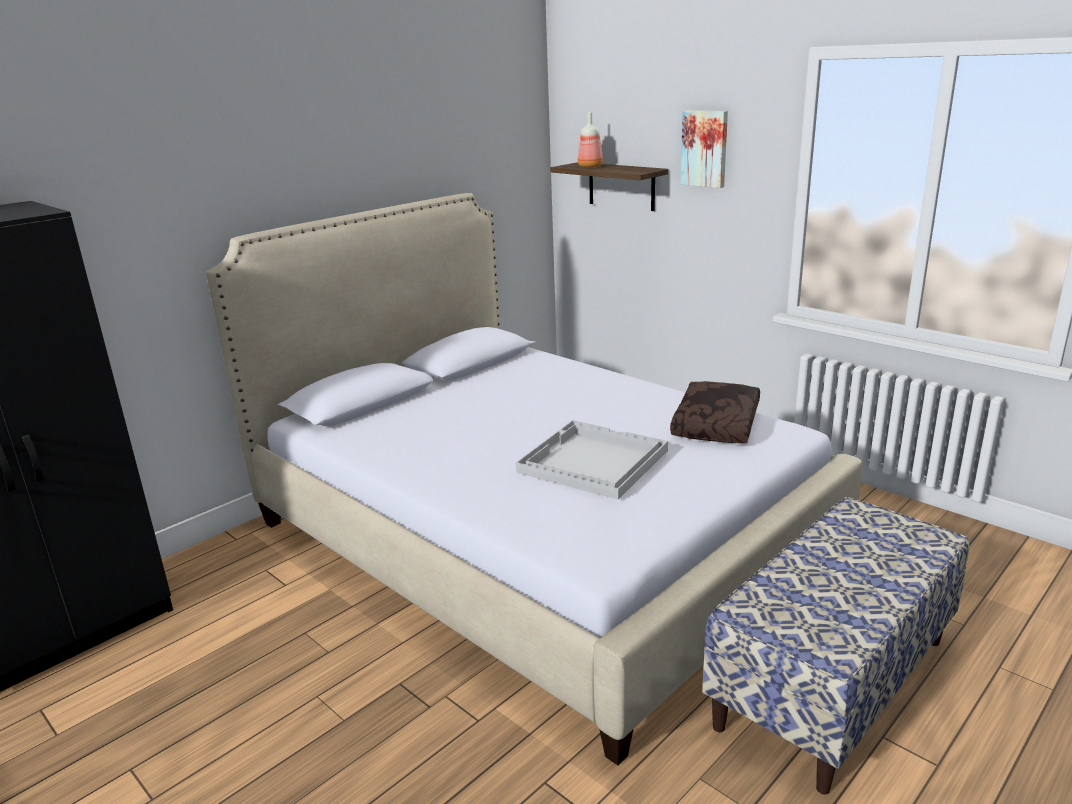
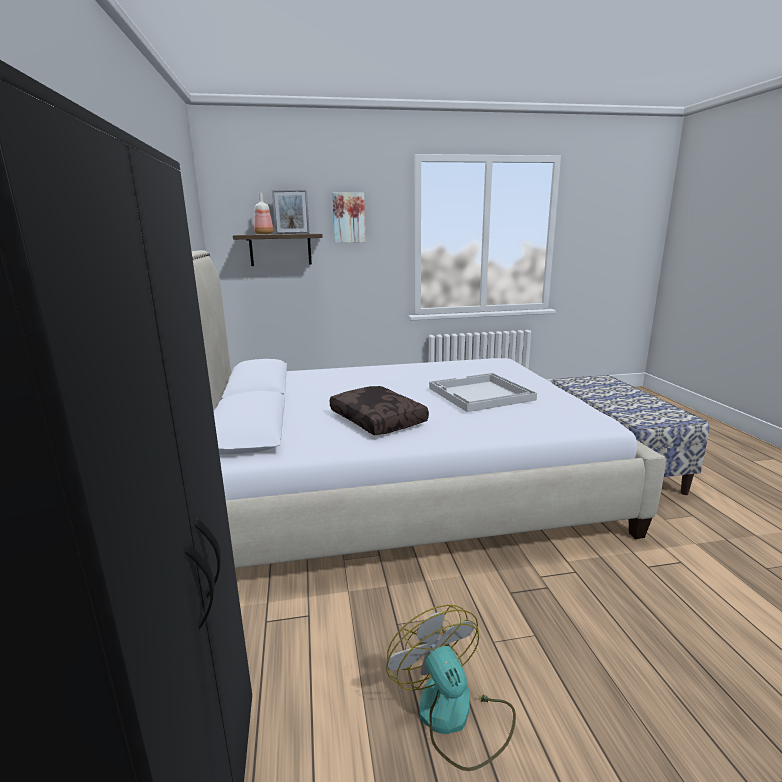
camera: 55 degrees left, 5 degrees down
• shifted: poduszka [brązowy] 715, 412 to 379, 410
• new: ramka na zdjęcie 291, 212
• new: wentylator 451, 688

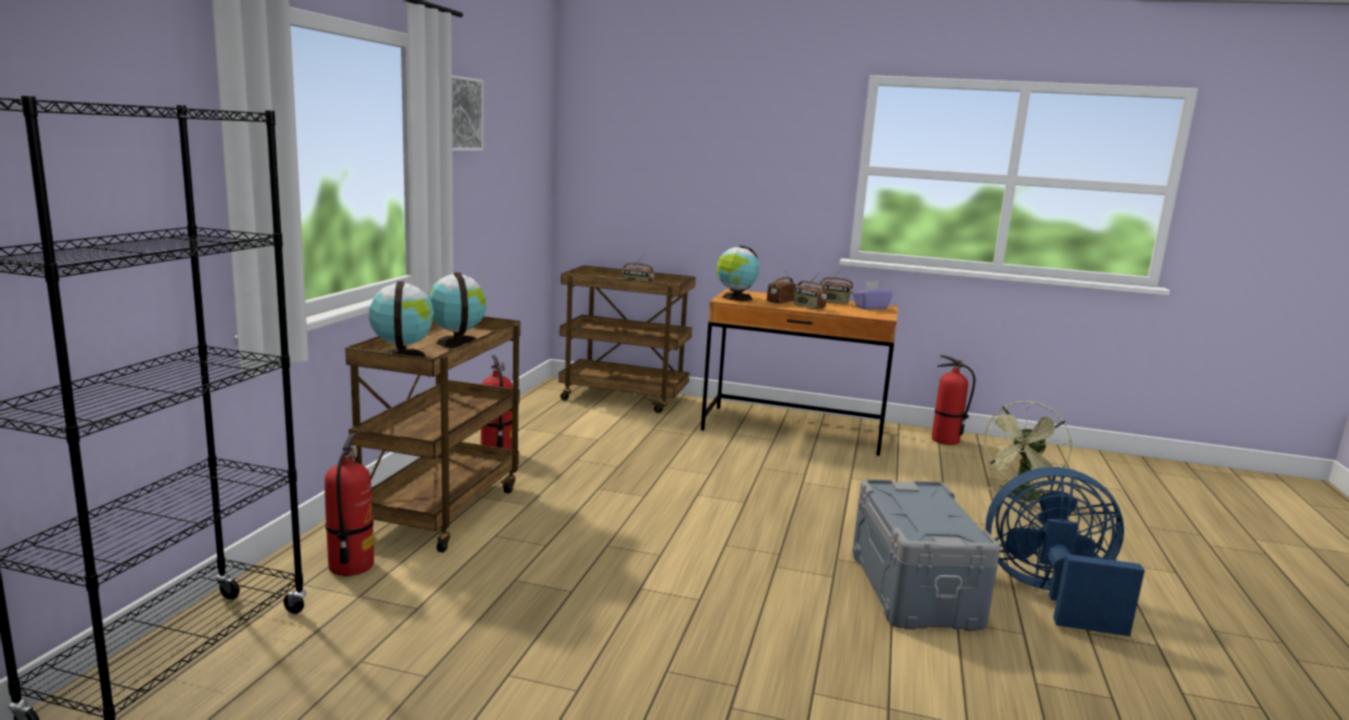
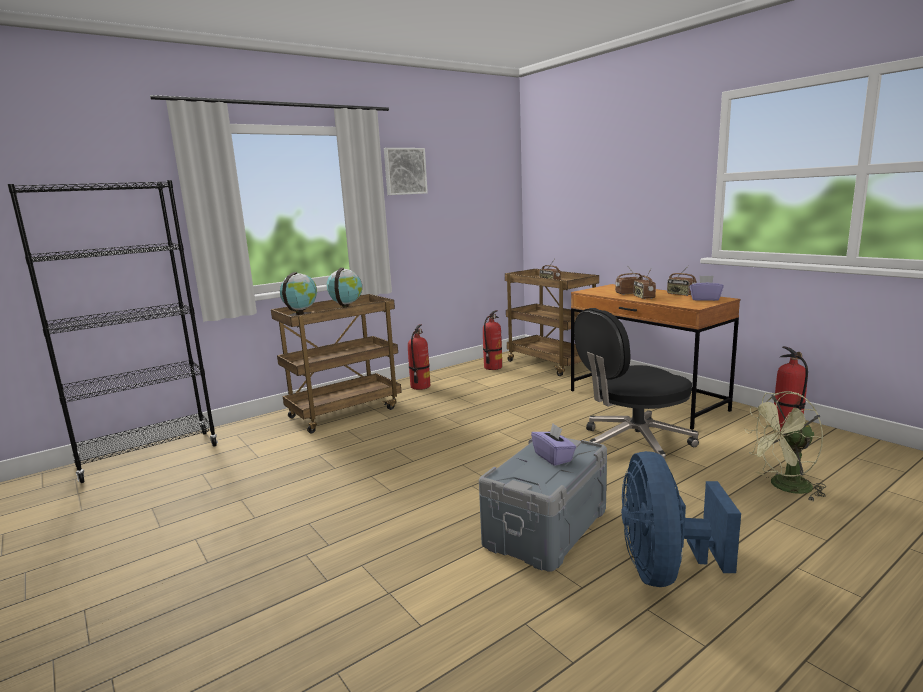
camera: 40 degrees right, 0 degrees up
• shifted: gaśnica 349, 504 to 492, 340
• gone: globus 738, 273
• rotated: wentylator [niebieski] 1065, 551 = 681, 519 135 degrees counterclockwise
• new: pudełko chusteczek [fioletowy] 553, 445
• new: krzesło biurowe [czarny] 636, 383

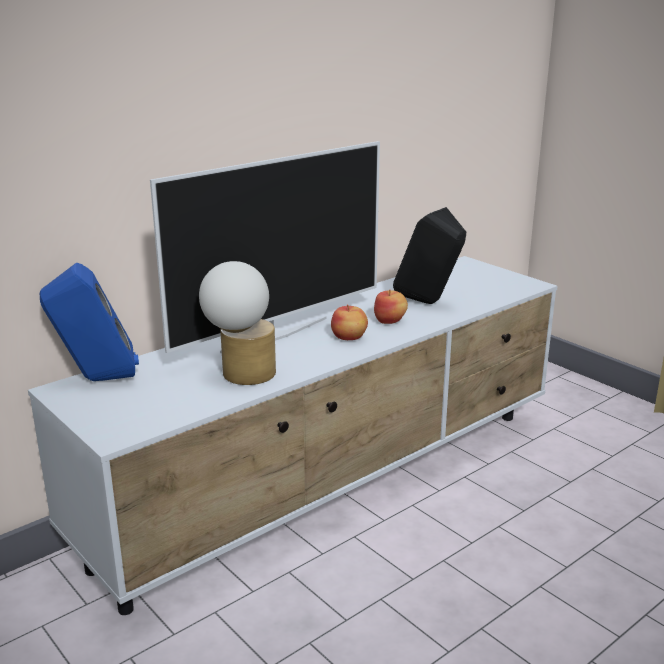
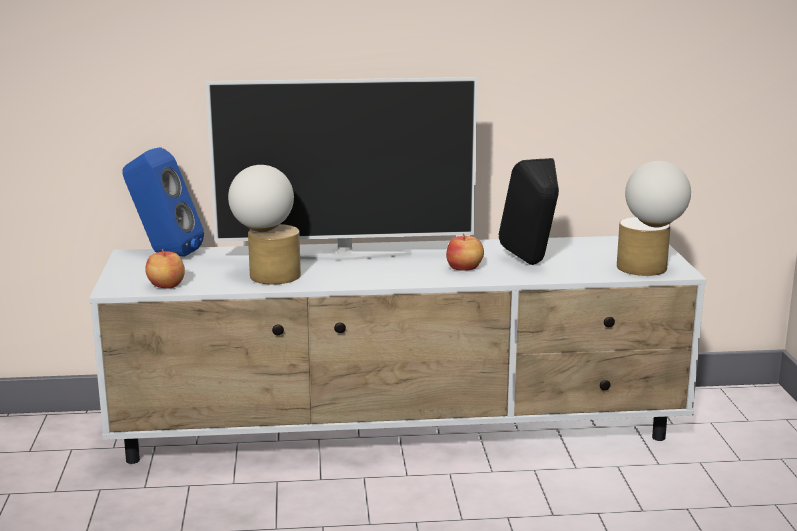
camera: 35 degrees right, 5 degrees down
• shifted: jabłko 349, 322 to 165, 269
• new: lampa stołowa 654, 218

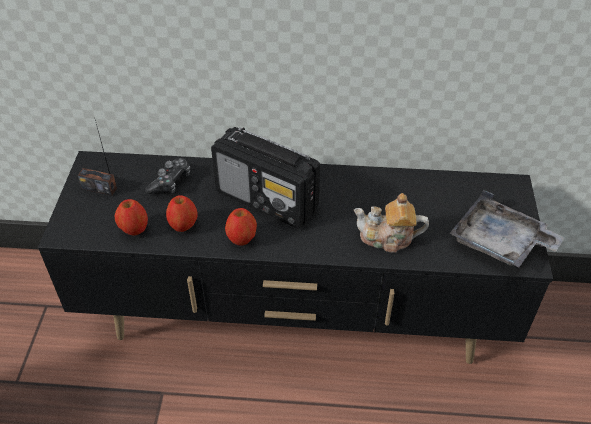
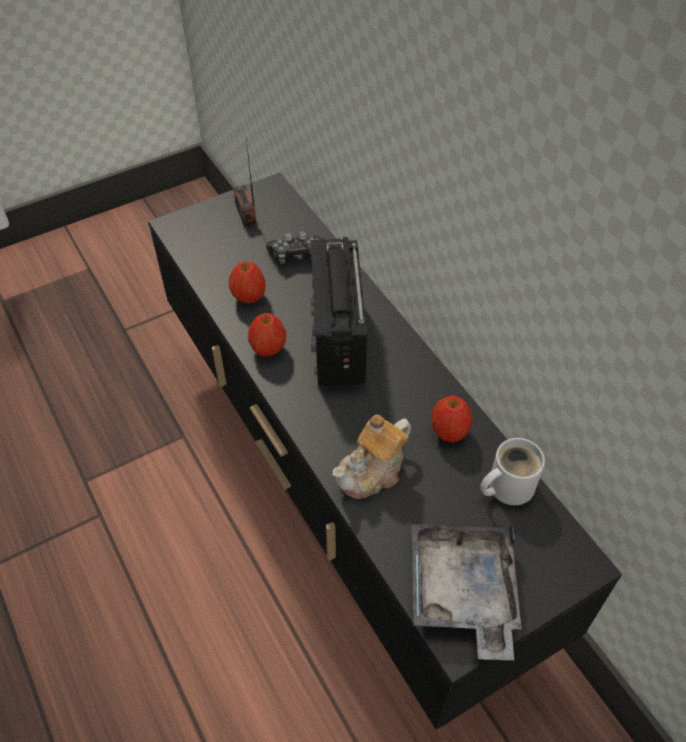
camera: 55 degrees right, 5 degrees up
• shifted: jabłko 131, 217 to 452, 419
• rotated: imbryk 391, 223 = 372, 456 105 degrees counterclockwise
• new: kubek [biały] 512, 471

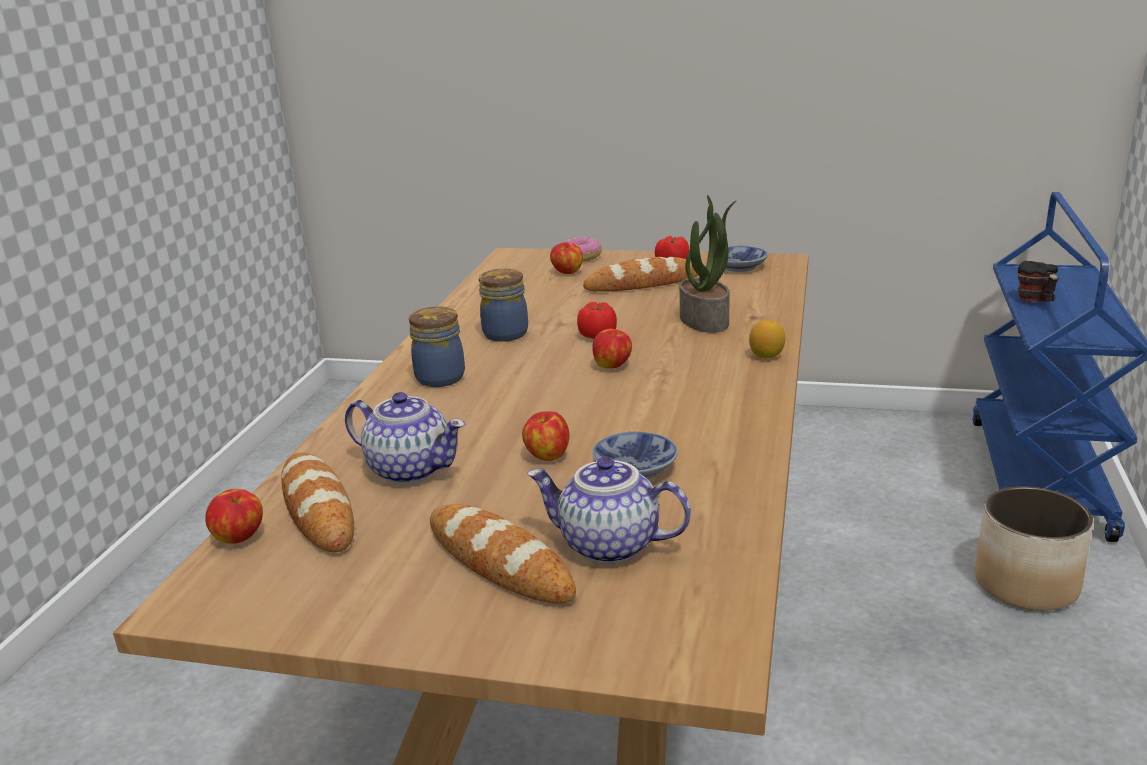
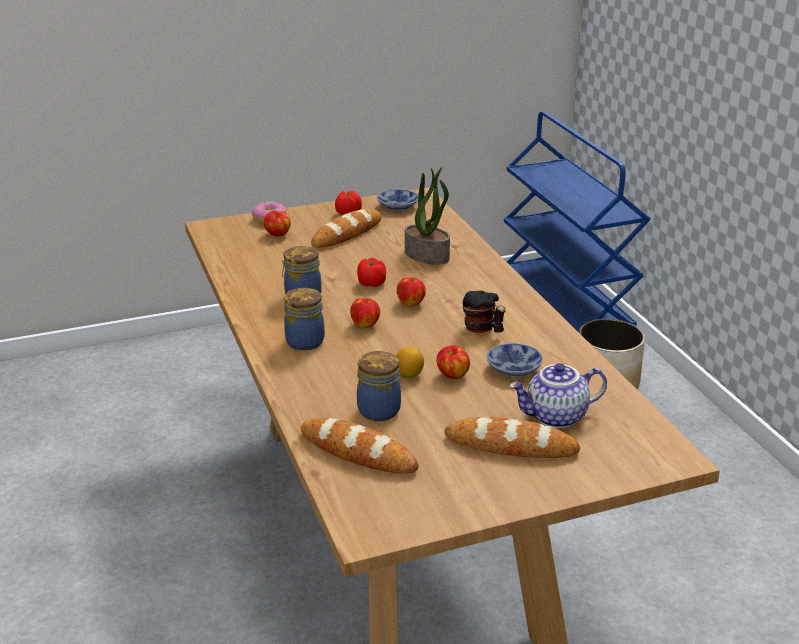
camera: 35 degrees left, 5 degrees up
• shifted: jabłko 234, 516 to 365, 313
• swapped: imbryk 405, 438 to słoik 379, 386
• shifted: cytryna 767, 339 to 410, 362
• shifted: kubek 1038, 281 to 484, 312

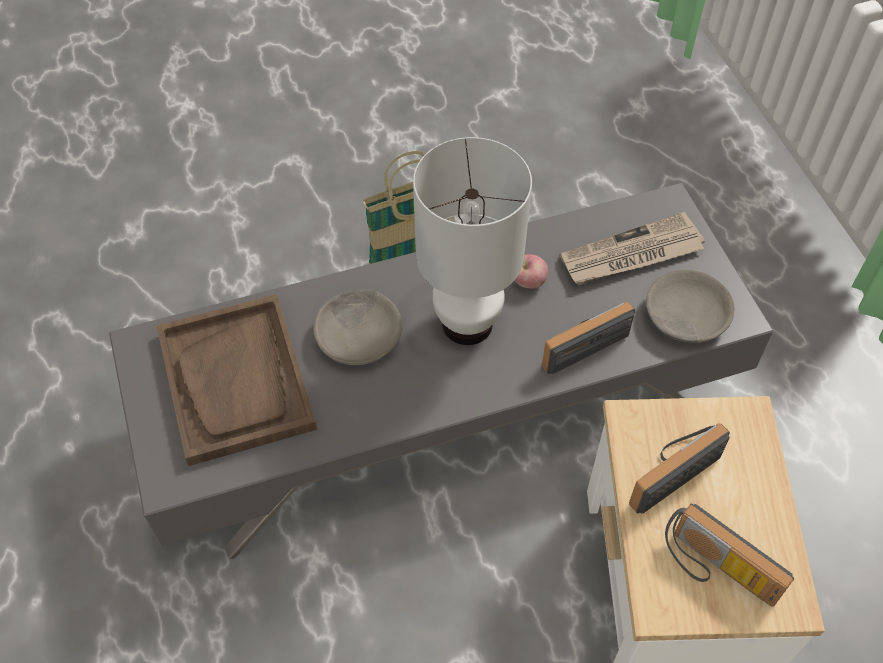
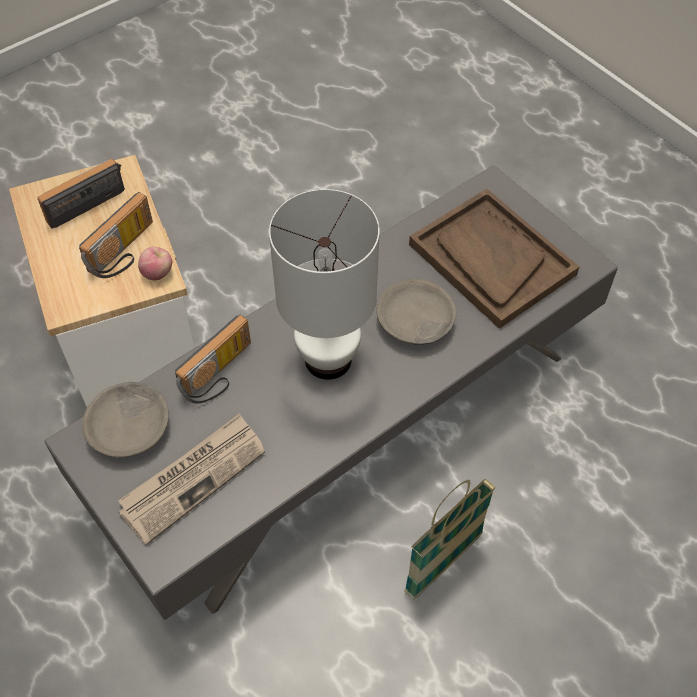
camera: 160 degrees right, 0 degrees up
• shifted: jabłko 531, 271 to 155, 263
• rotated: radio 729, 555 = 81, 194 60 degrees counterclockwise

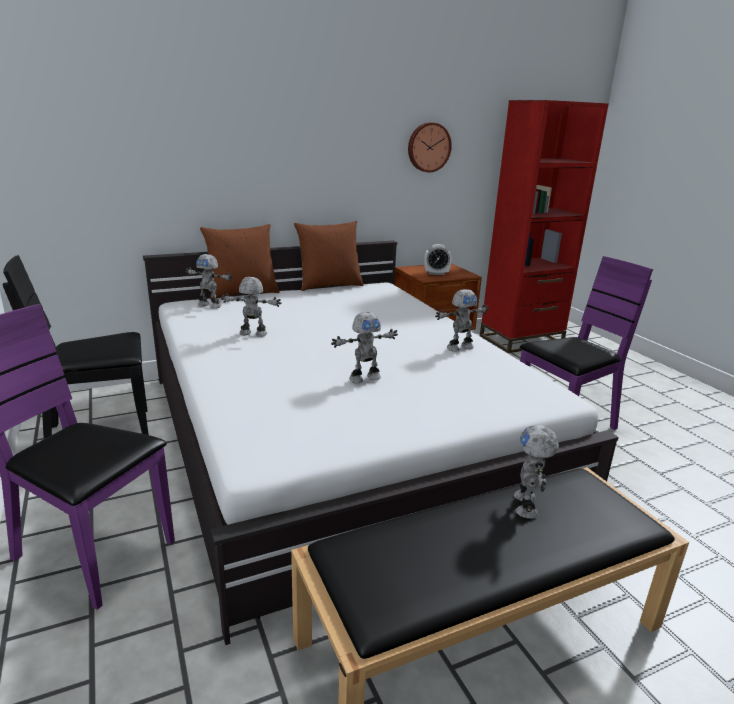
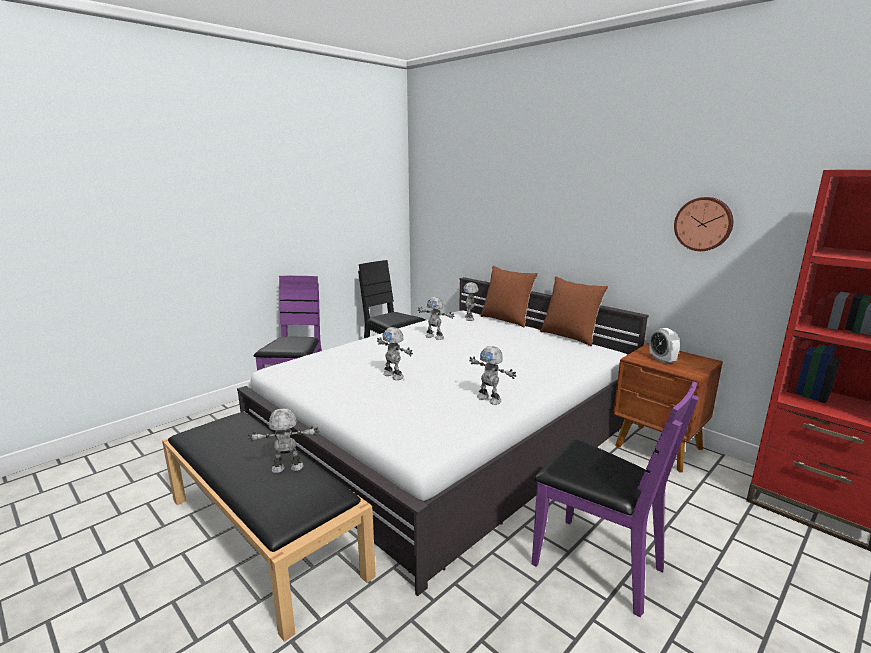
camera: 70 degrees right, 5 degrees down
• rotated: robot zabawkowy 251, 307 = 436, 318 135 degrees clockwise

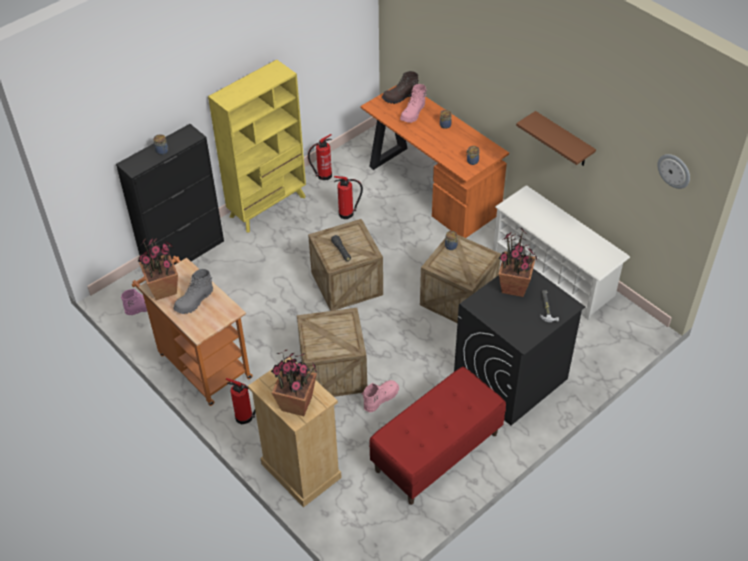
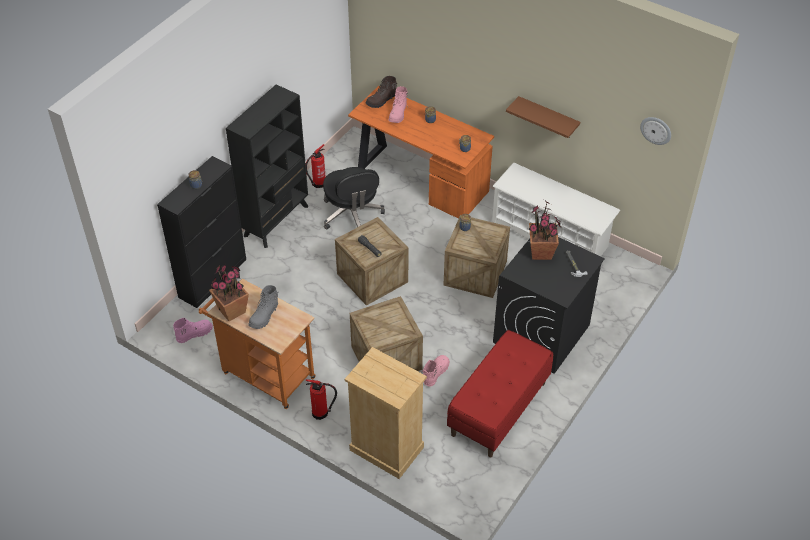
camera: 15 degrees left, 0 degrees up
• repainted: regał [żółty] 257, 145 to regał [czarny] 267, 166
• gone: roślina doniczkowa 294, 382
• swapped: gaśnica 348, 197 to krzesło biurowe [czarny] 354, 198

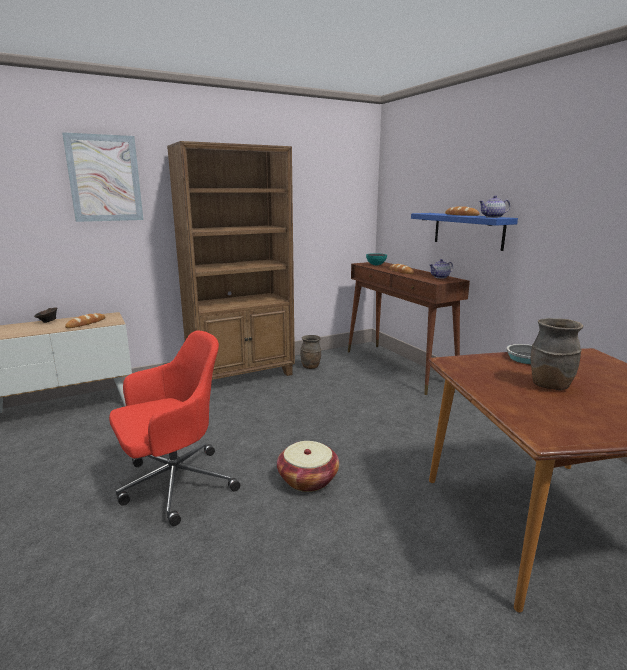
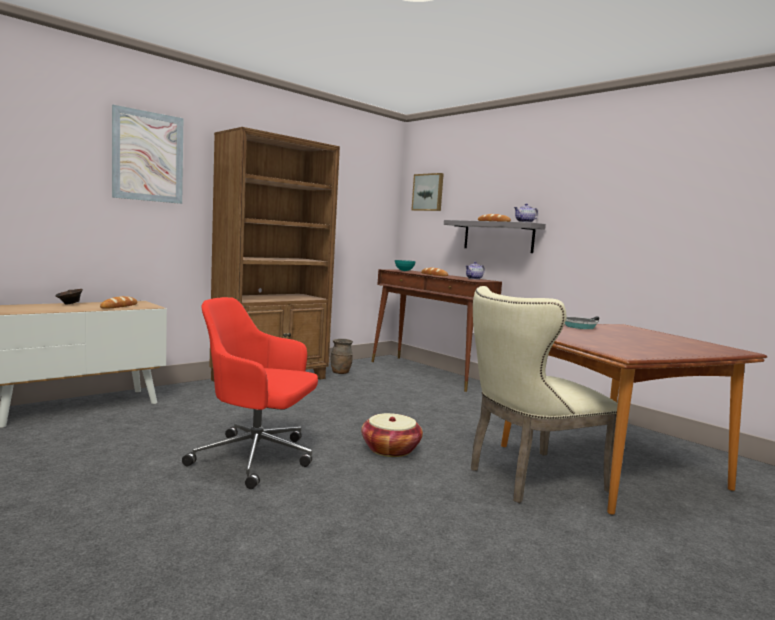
camera: 15 degrees left, 10 degrees down
• rotated: krzesło biurowe [czerwony] 174, 428 = 250, 393 120 degrees counterclockwise
• repainted: półka [niebieski] 464, 232 to półka [szary] 495, 236
• gone: wazon [brązowy] 557, 354
• new: obraz 427, 192
• new: krzesło [beżowy] 544, 394

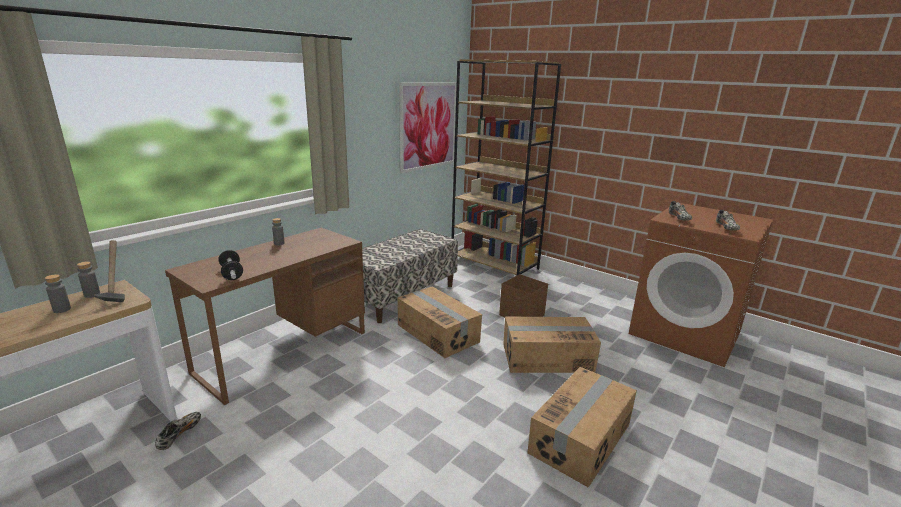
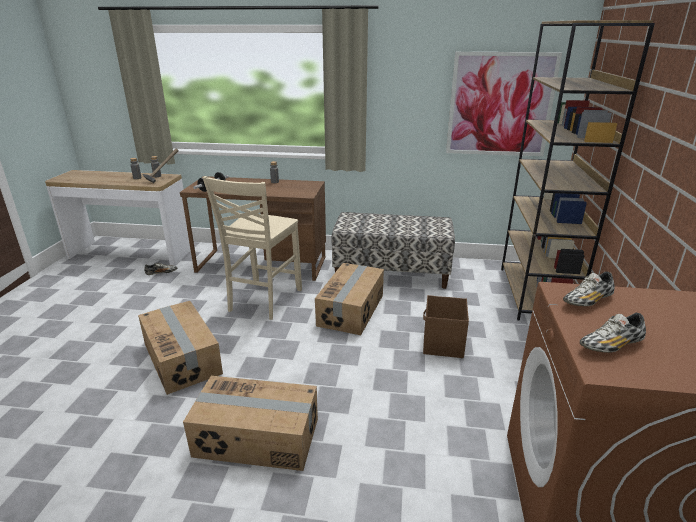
camera: 60 degrees right, 5 degrees up
• shifted: karton 552, 345 to 180, 348
• new: krzesło [beżowy] 252, 248

